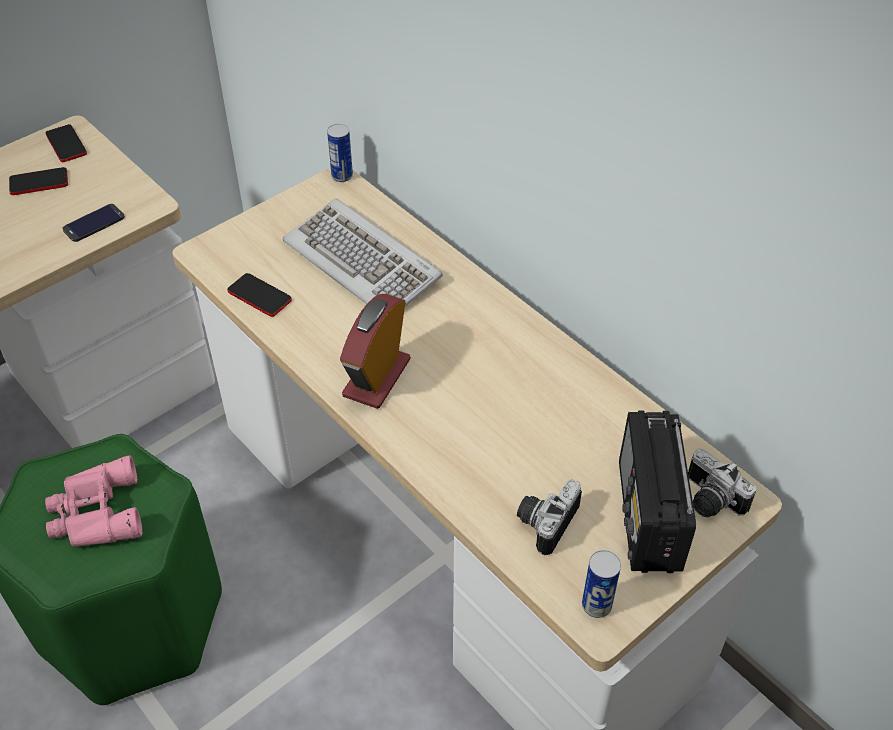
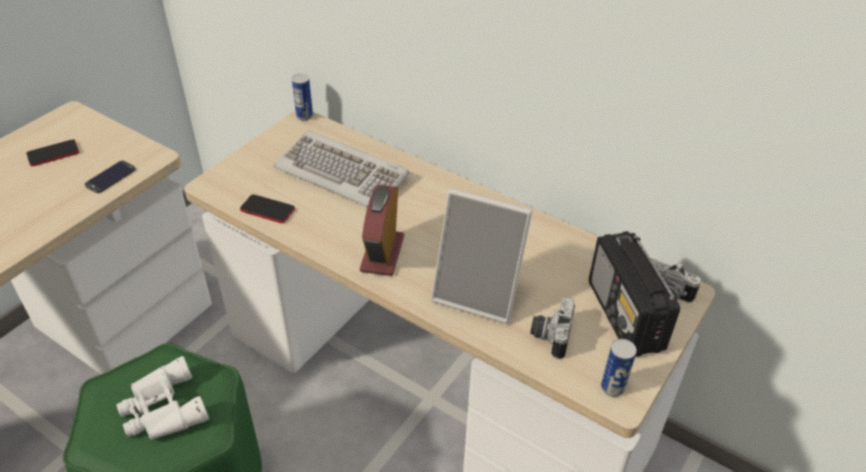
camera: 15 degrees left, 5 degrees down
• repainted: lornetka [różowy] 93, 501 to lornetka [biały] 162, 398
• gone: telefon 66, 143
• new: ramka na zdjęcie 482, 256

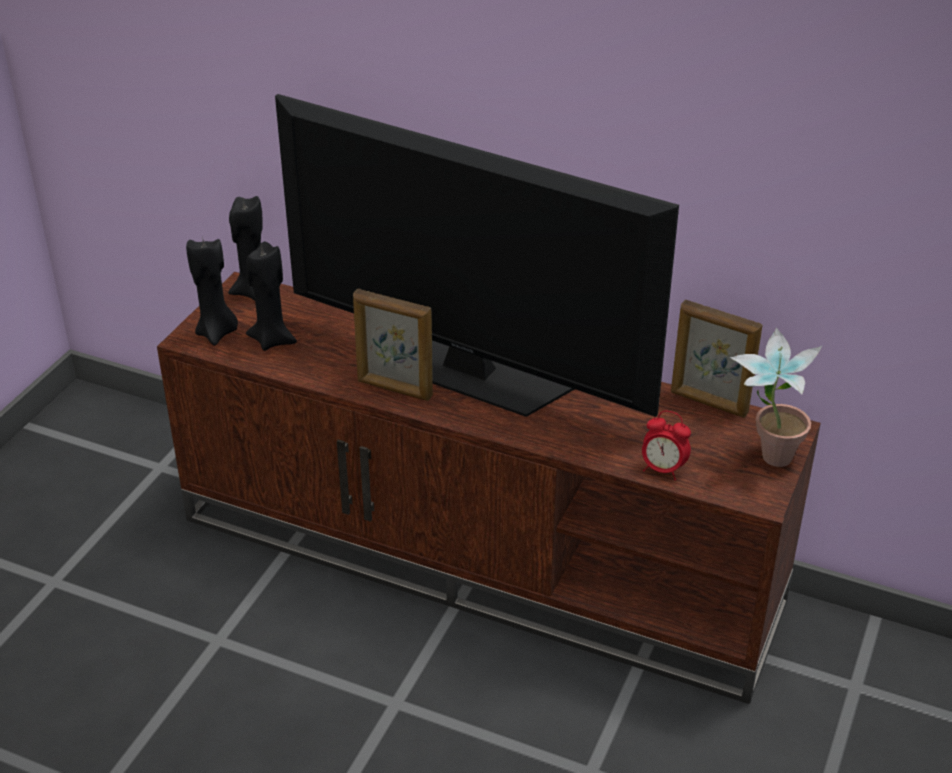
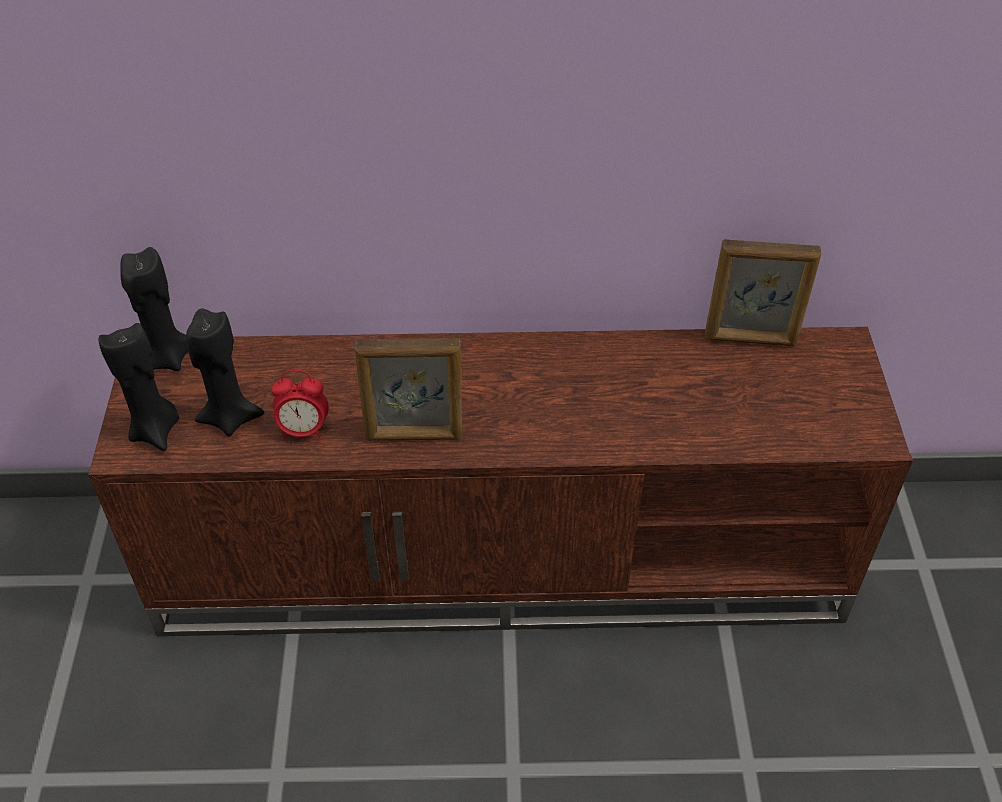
camera: 25 degrees left, 10 degrees up
• gone: telewizor 477, 255
• shifted: budzik 666, 445 to 300, 405
• gone: roślina doniczkowa 776, 397

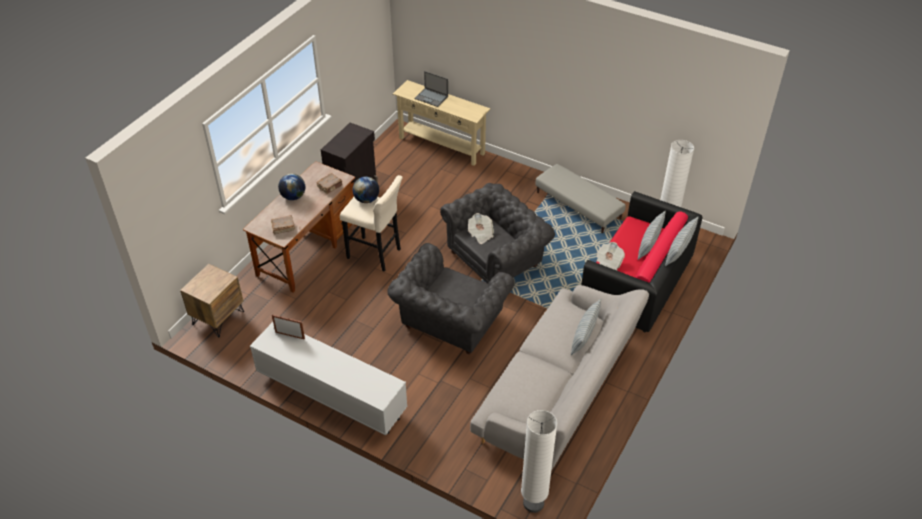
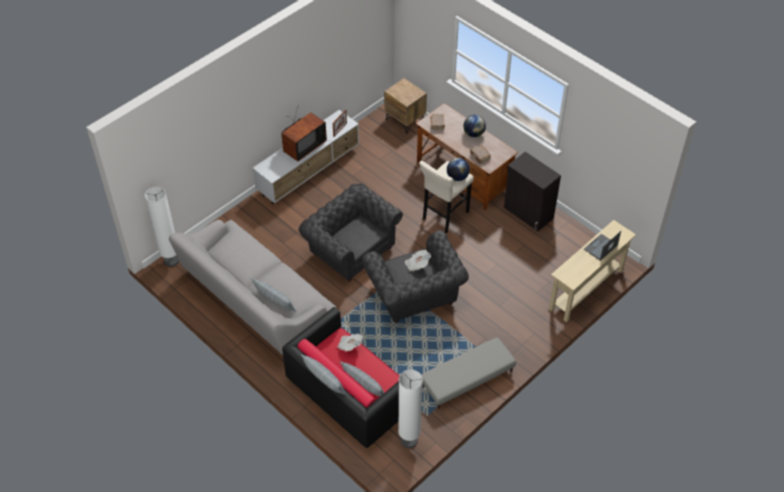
camera: 105 degrees right, 5 degrees up
• new: telewizor 304, 133

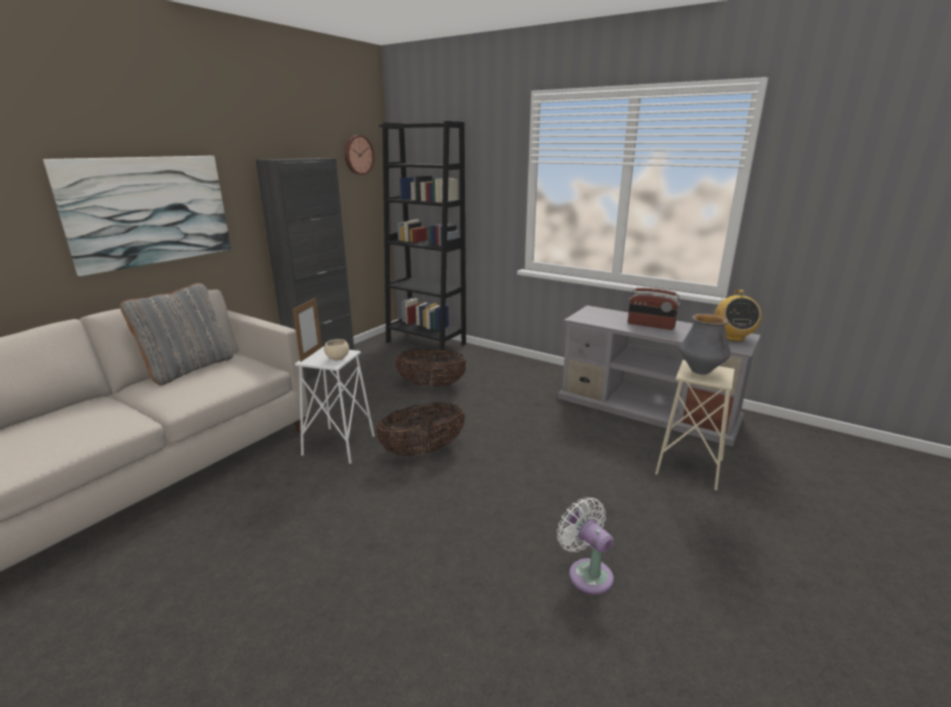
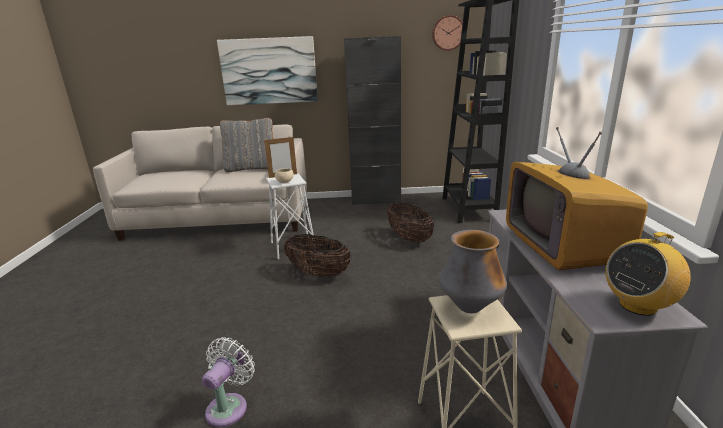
camera: 55 degrees right, 0 degrees up
• swapped: radio 654, 309 to telewizor 577, 198

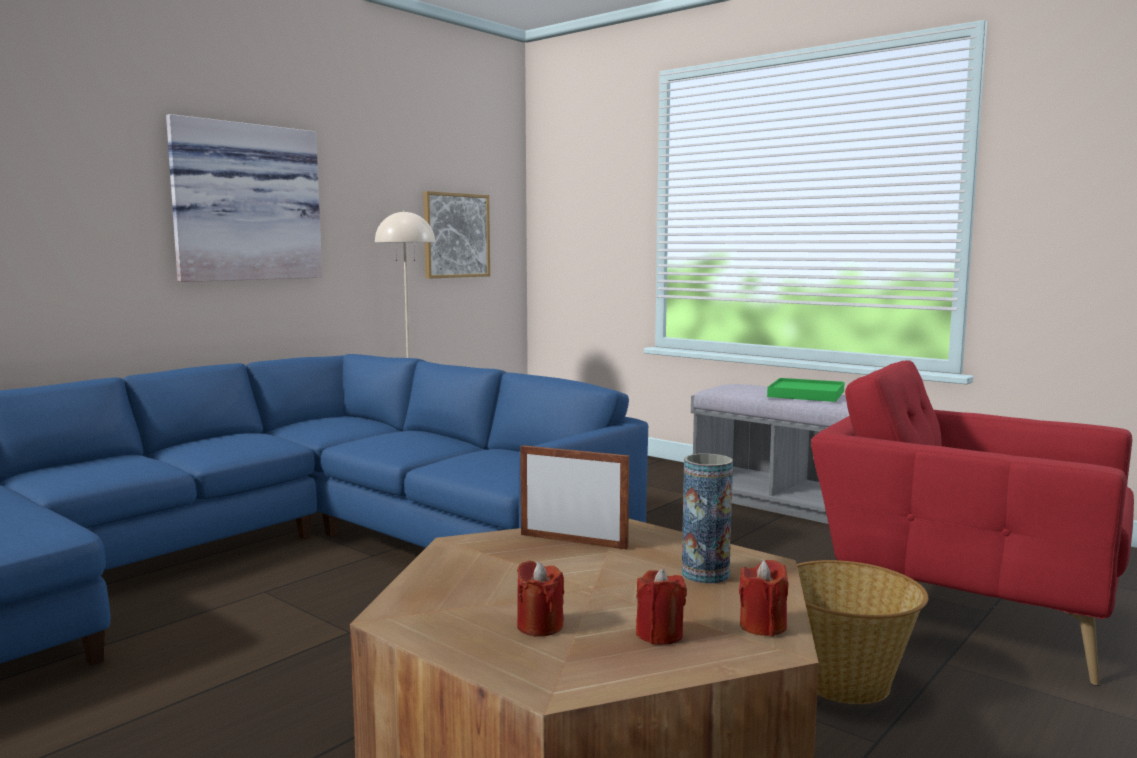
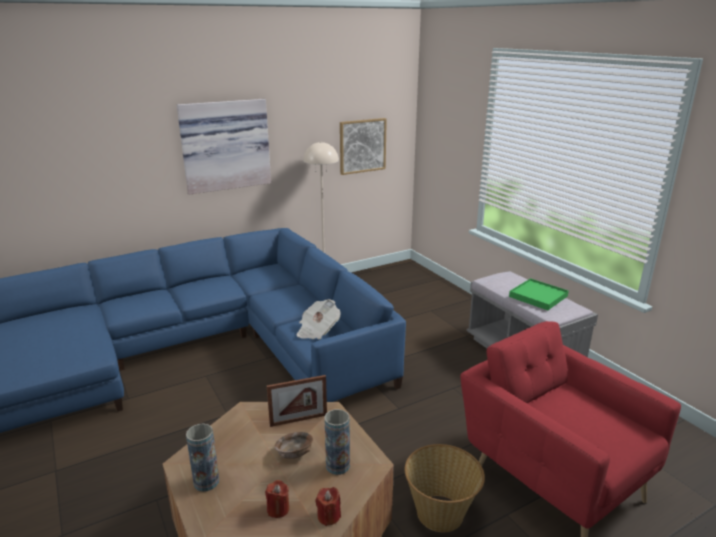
camera: 20 degrees right, 15 degrees up
• gone: świeca [czerwony] 540, 598
• rotated: ramka na zdjęcie 574, 497 = 297, 401 120 degrees clockwise
• new: wazon 202, 457
• new: miska [brązowy] 294, 445
• new: gazeta 318, 319

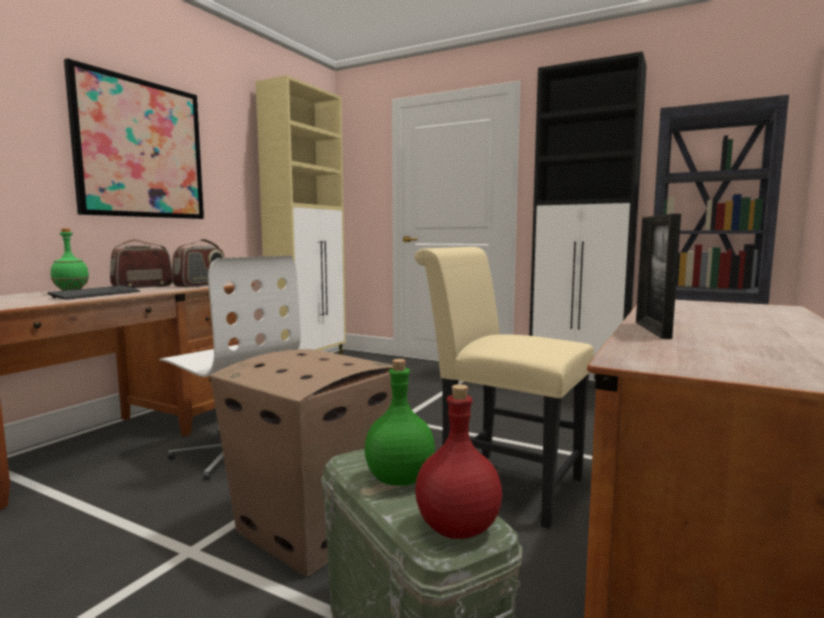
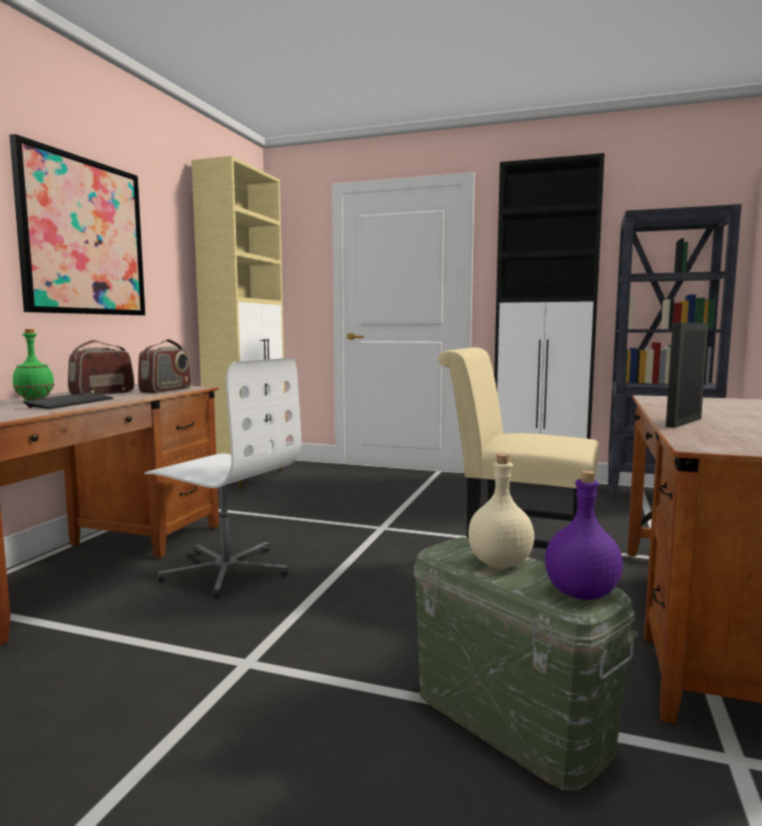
camera: 10 degrees left, 0 degrees up
• gone: karton 301, 463
• repainted: butelka [zielony] 399, 422 to butelka [beżowy] 501, 511
• repainted: butelka [czerwony] 458, 461 to butelka [fioletowy] 584, 535
• rotated: ramka na zdjęcie 658, 276 = 687, 375 45 degrees clockwise

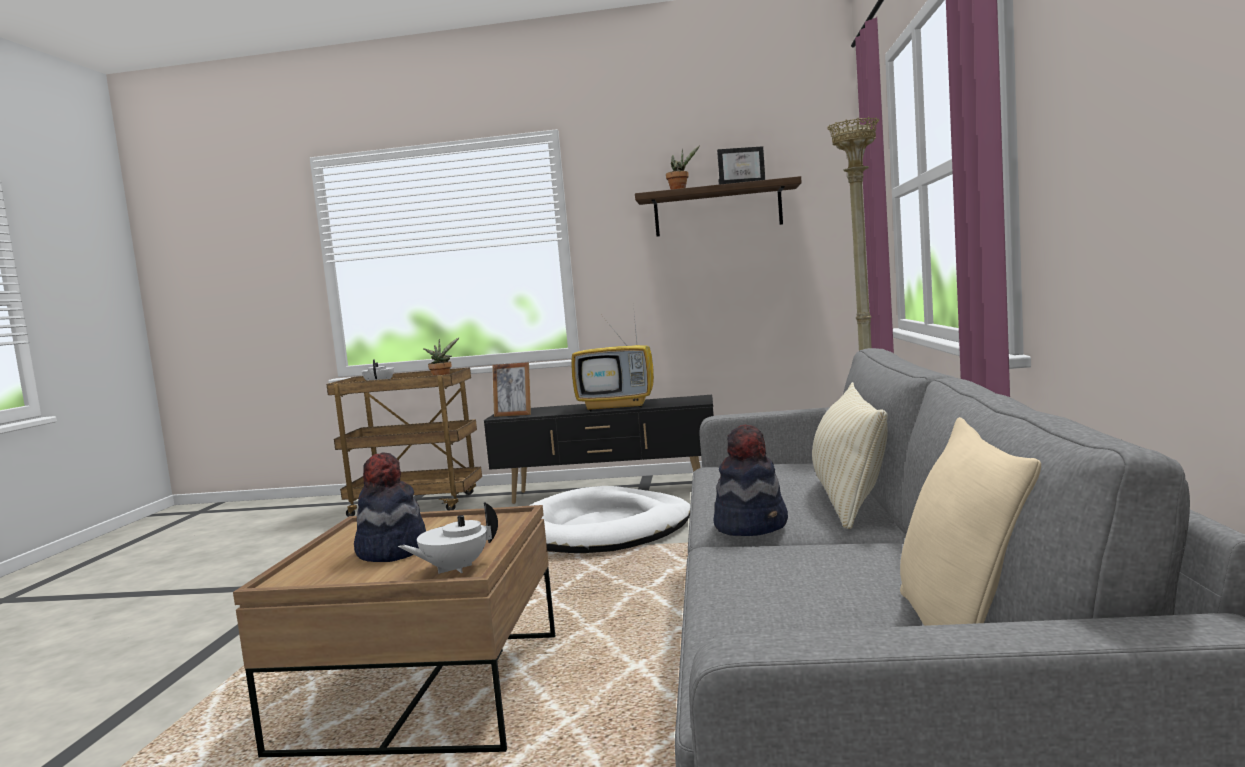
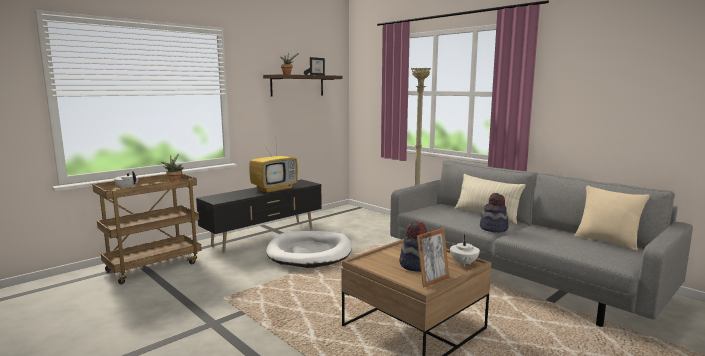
camera: 50 degrees left, 5 degrees up
• shifted: ramka na zdjęcie 511, 389 to 433, 257

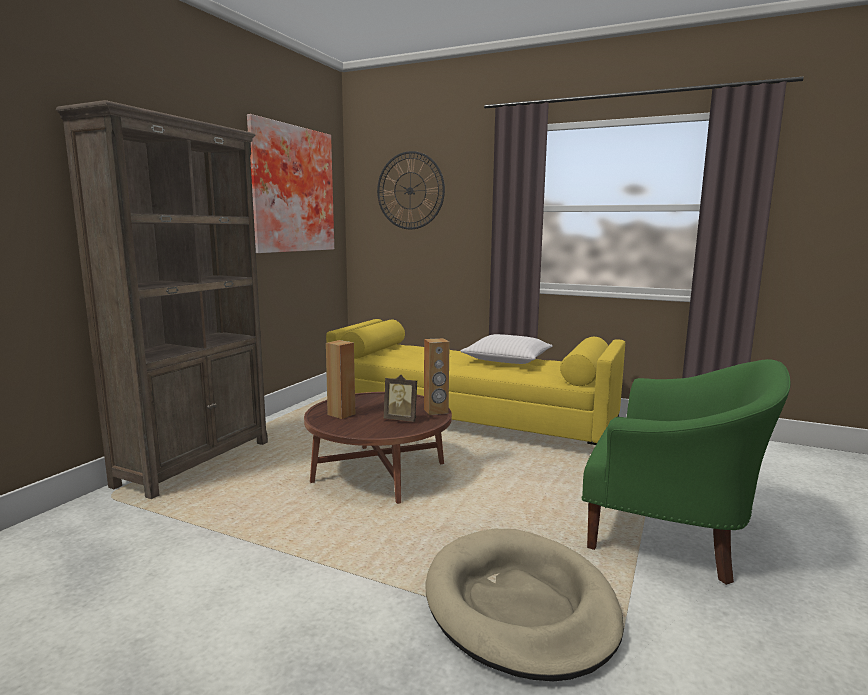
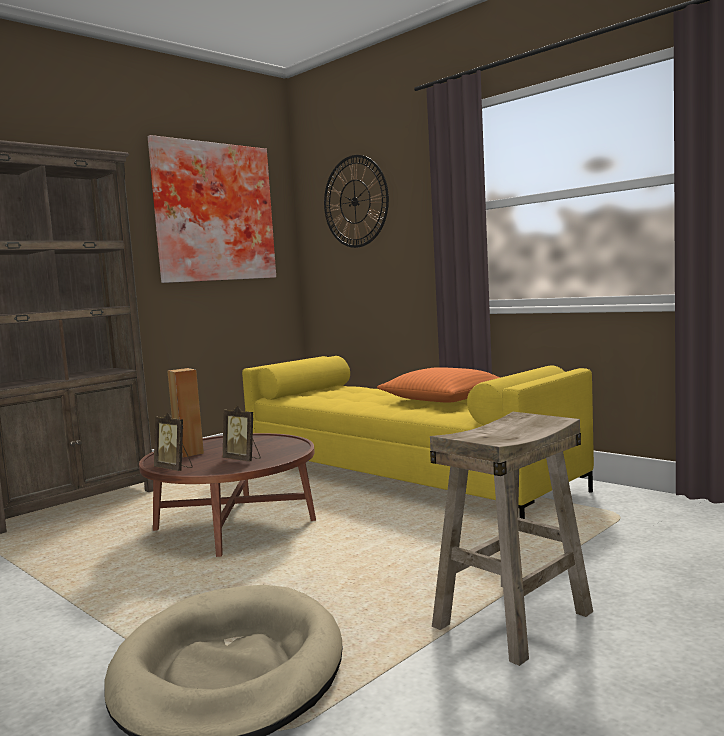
camera: 20 degrees right, 5 degrees down
• gone: głośnik [brązowy] 437, 376
• repainted: poduszka [biały] 507, 349 to poduszka [pomarańczowy] 439, 384
• swapped: fotel [zielony] 686, 472 to stołek [beżowy] 511, 539
• new: ramka na zdjęcie 173, 441

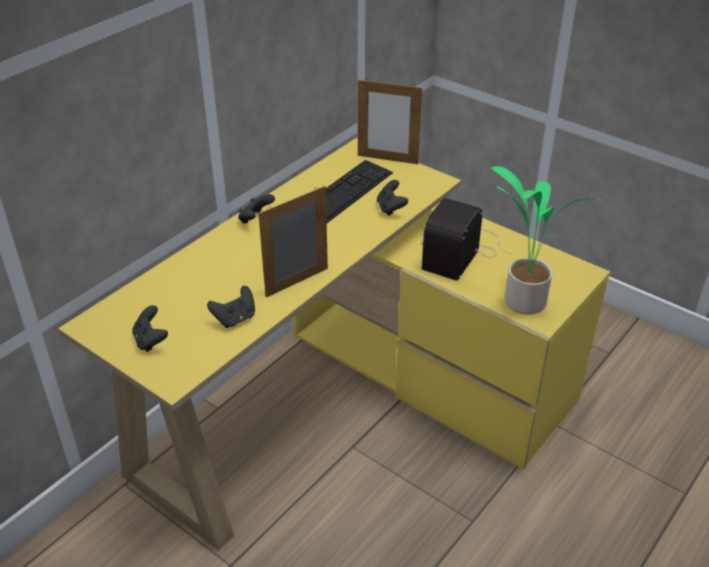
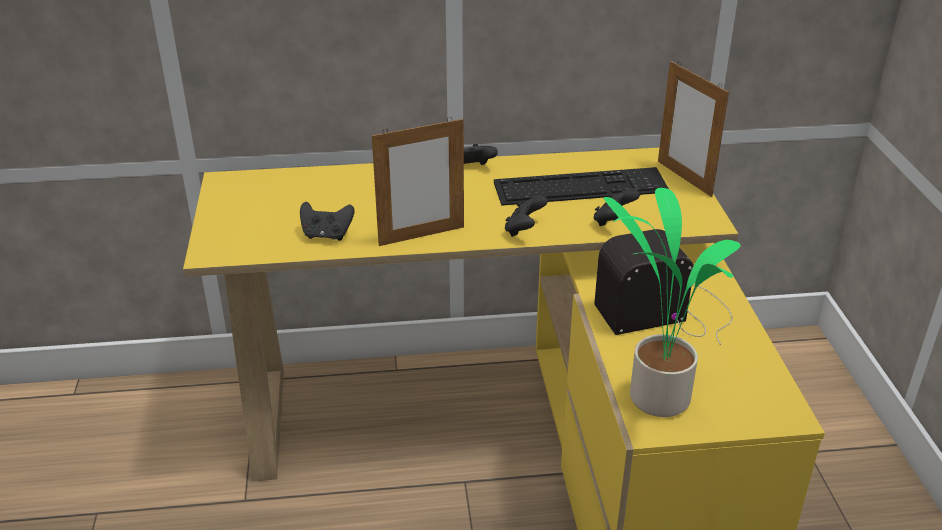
camera: 45 degrees right, 5 degrees down
• shifted: pad do gier [czarny] 150, 328 to 526, 216
• rotated: ramka na zdjęcie 293, 242 = 418, 181 150 degrees clockwise

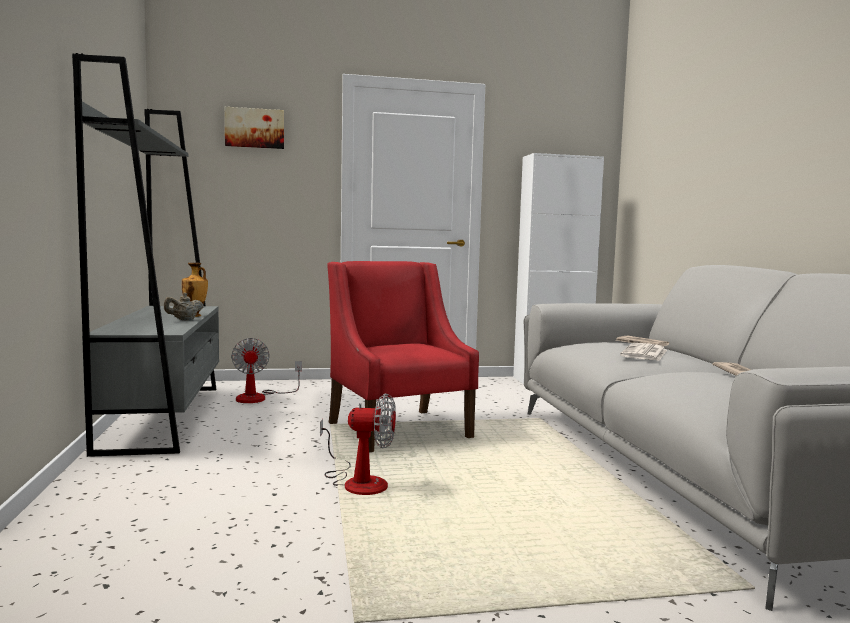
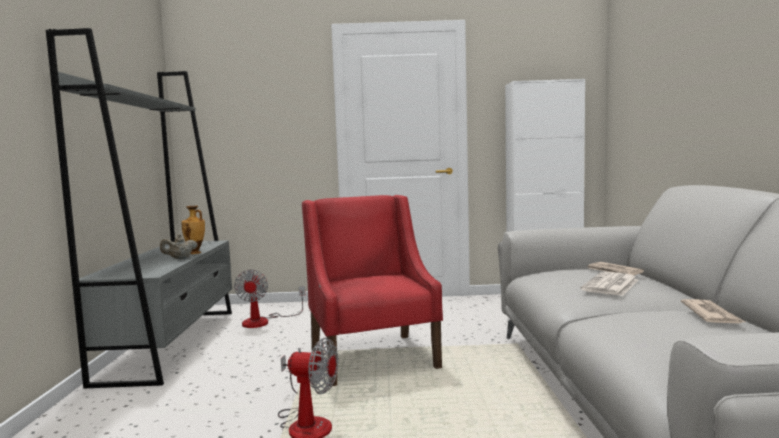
camera: 10 degrees right, 0 degrees up
• gone: obraz 254, 128

